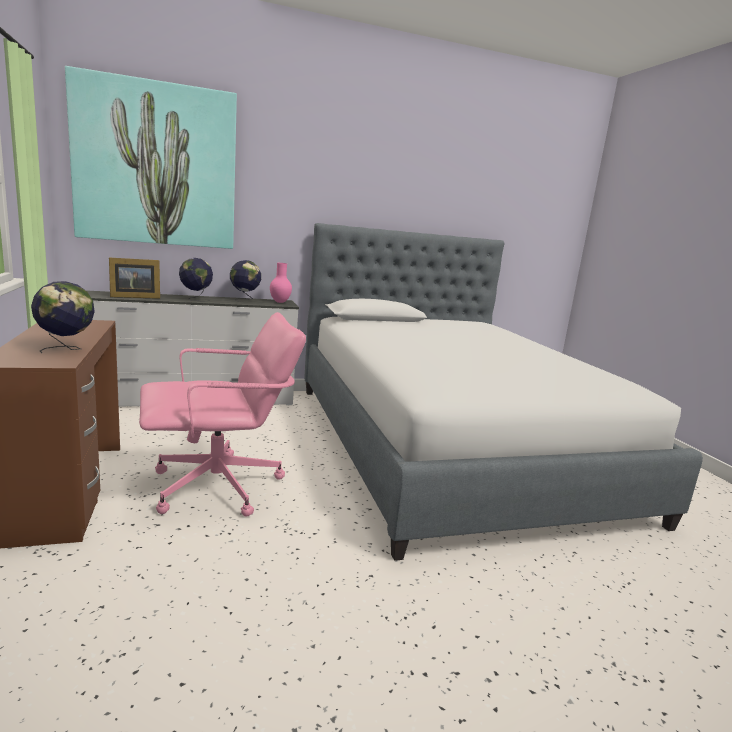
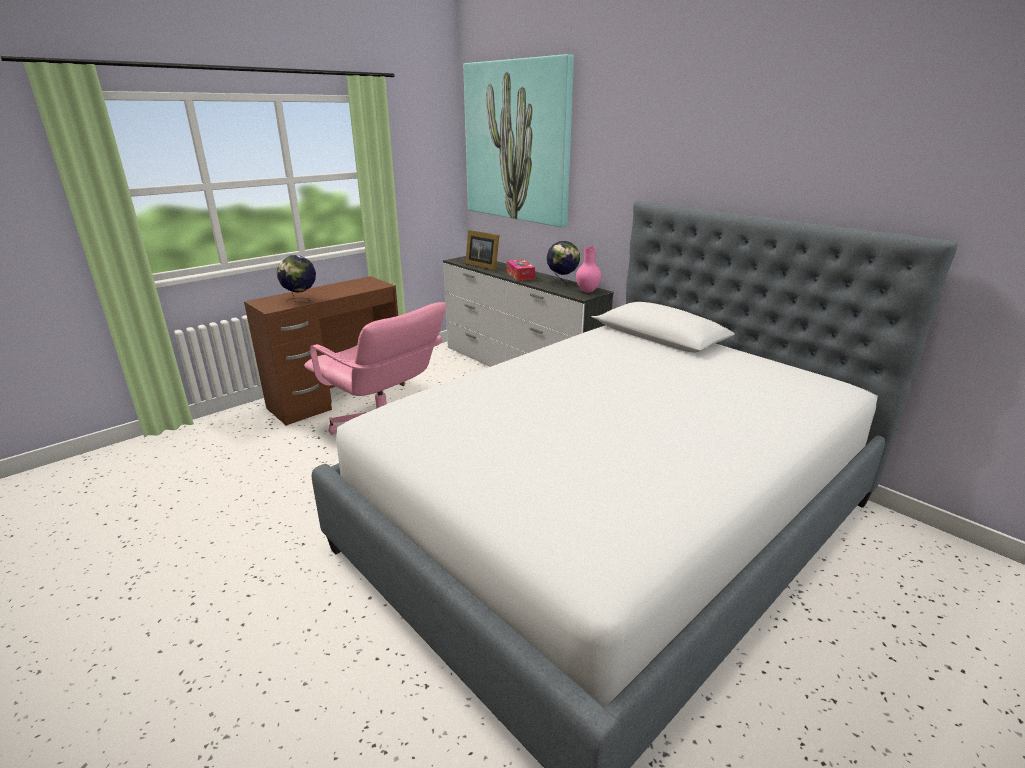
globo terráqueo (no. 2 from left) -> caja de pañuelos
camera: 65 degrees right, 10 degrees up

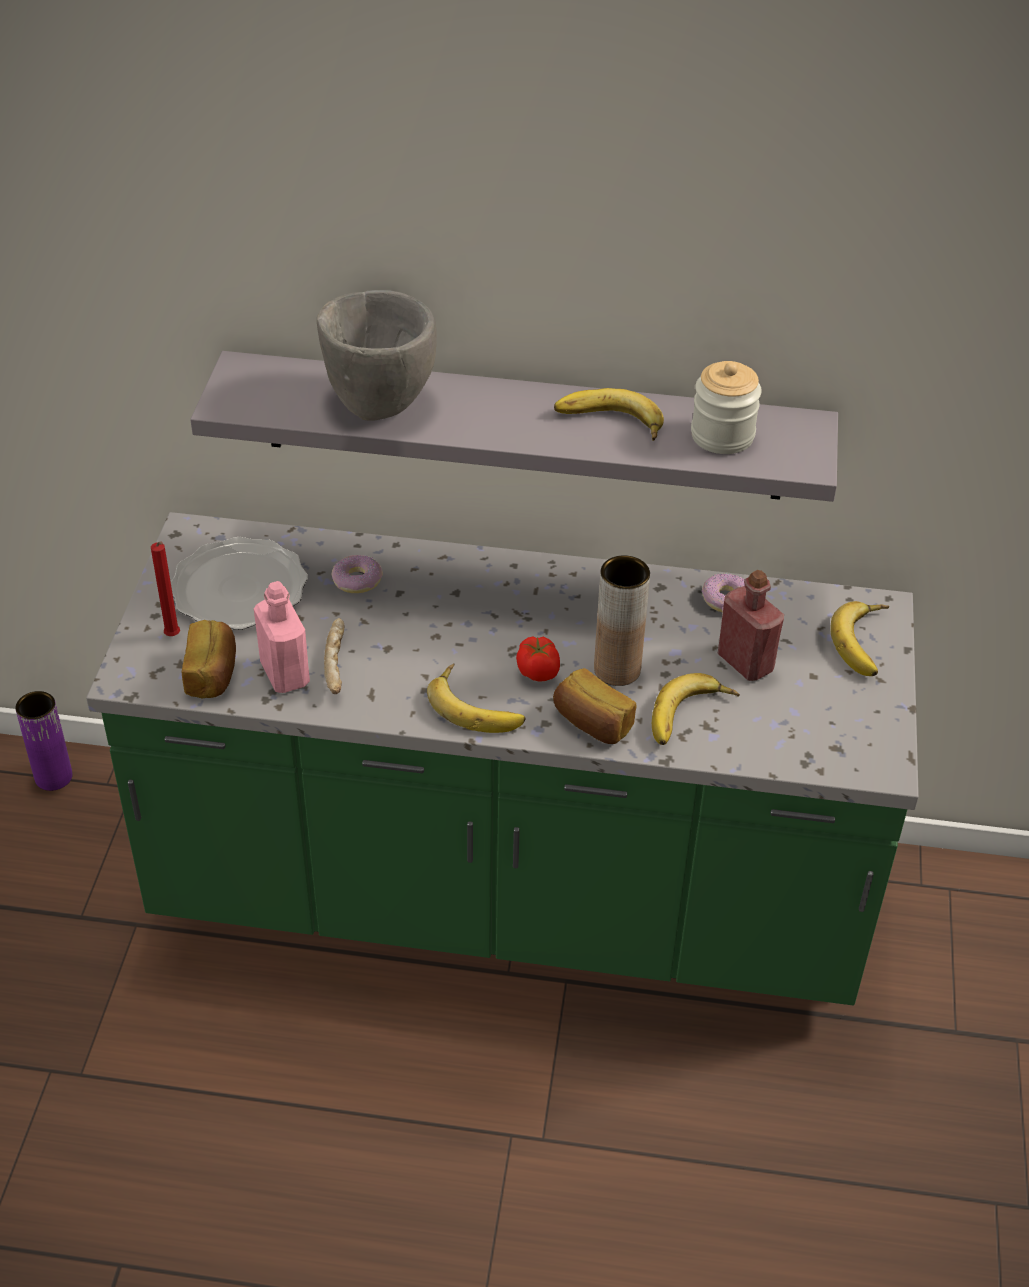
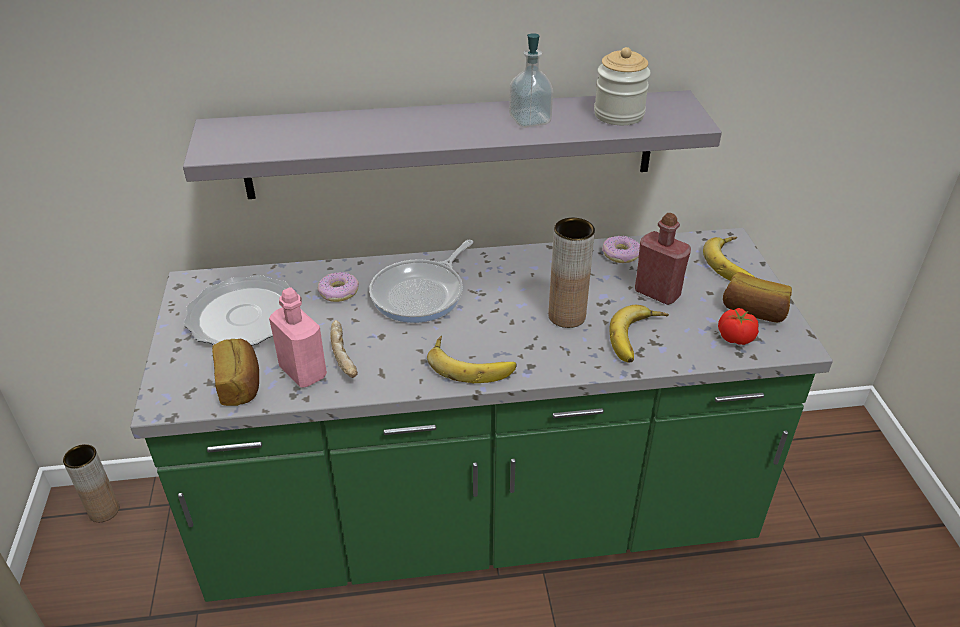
cuenco [gris] -> none
plátano (no. 2 from left) -> dispensador de jabón
vela [rojo] -> none
tomate, shifted
pan (no. 3 from left), shifted
florero [morado] -> florero [marrón] (no. 1 from left)
none -> sartén
camera: 15 degrees left, 5 degrees down

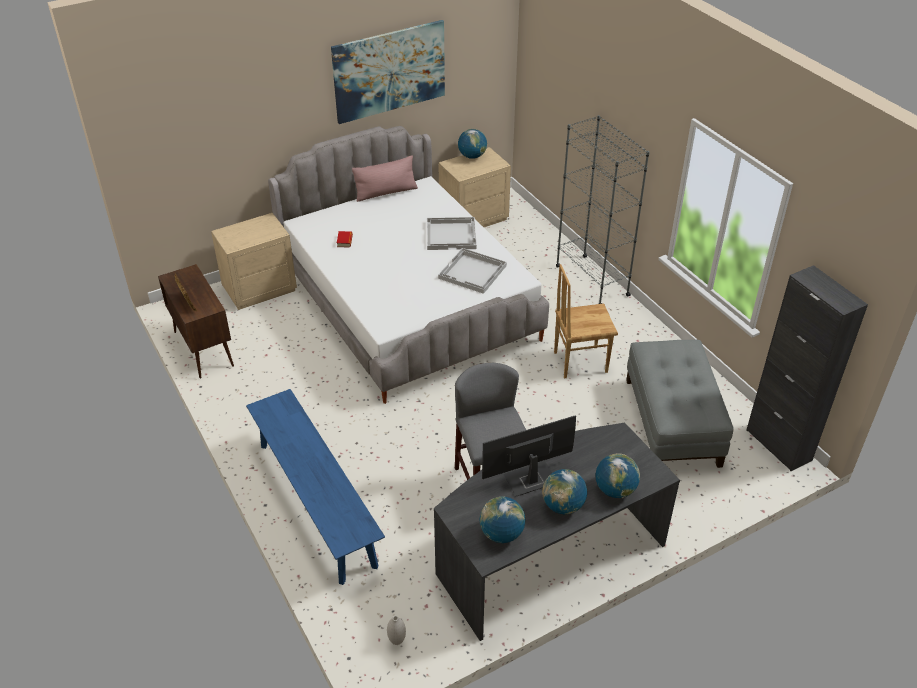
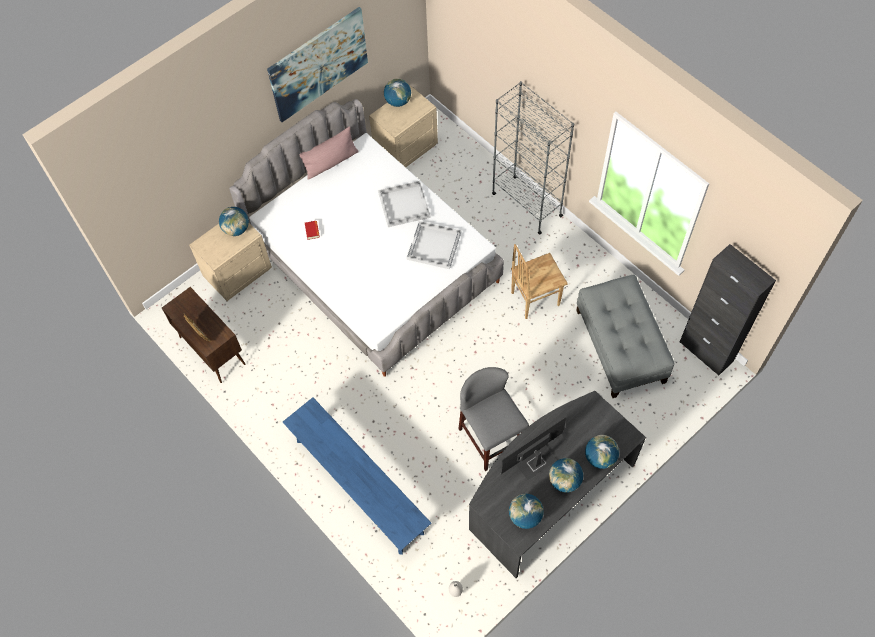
none -> globo terráqueo (no. 1 from left)
camera: 10 degrees left, 20 degrees up

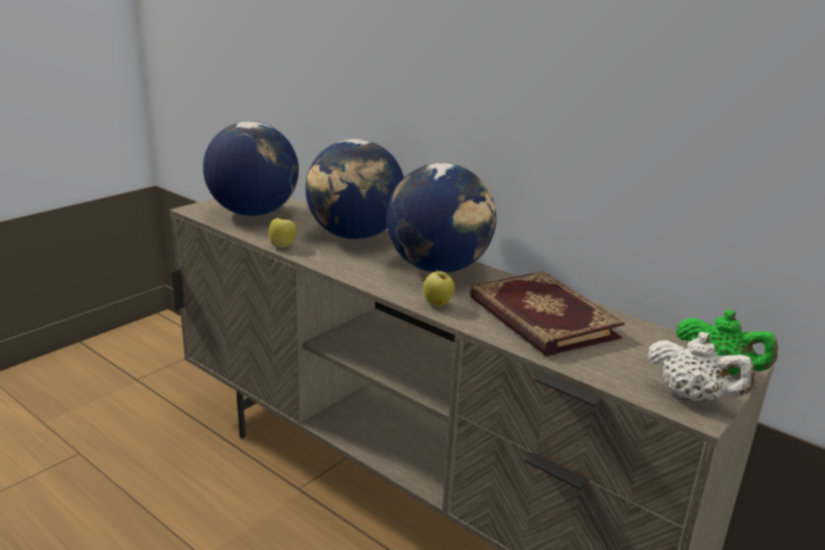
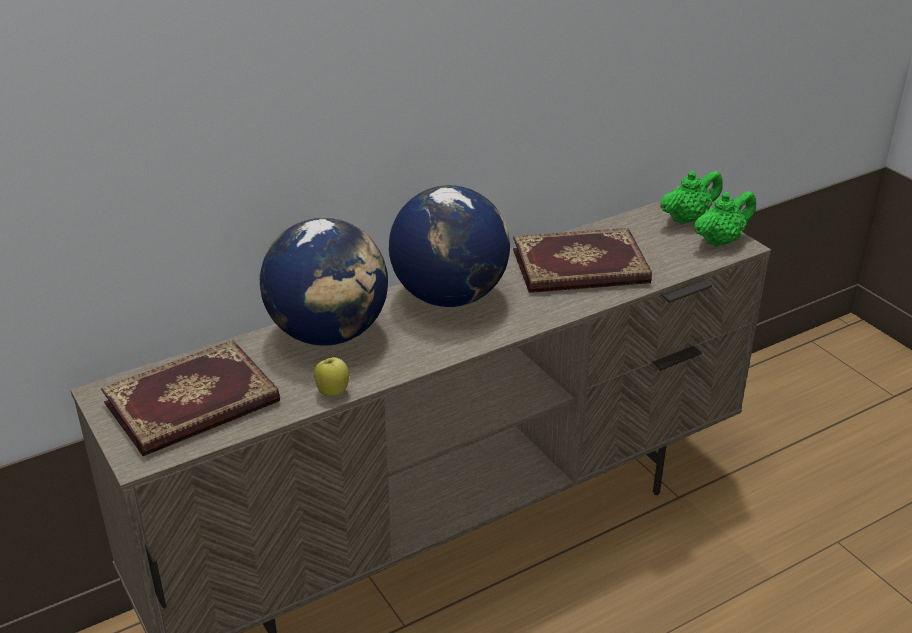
globo terráqueo (no. 1 from left) -> libro (no. 1 from left)
manzana (no. 2 from left) -> none
tetera [blanco] -> tetera [verde] (no. 2 from left)
camera: 70 degrees left, 10 degrees up

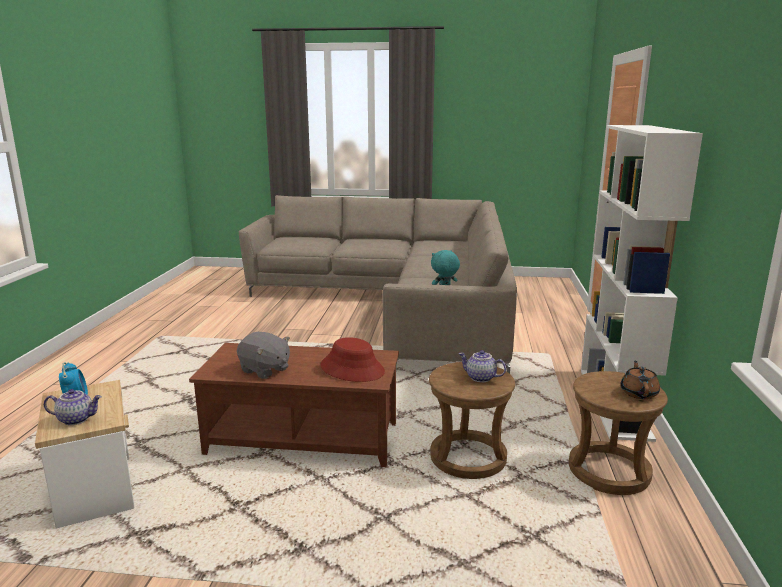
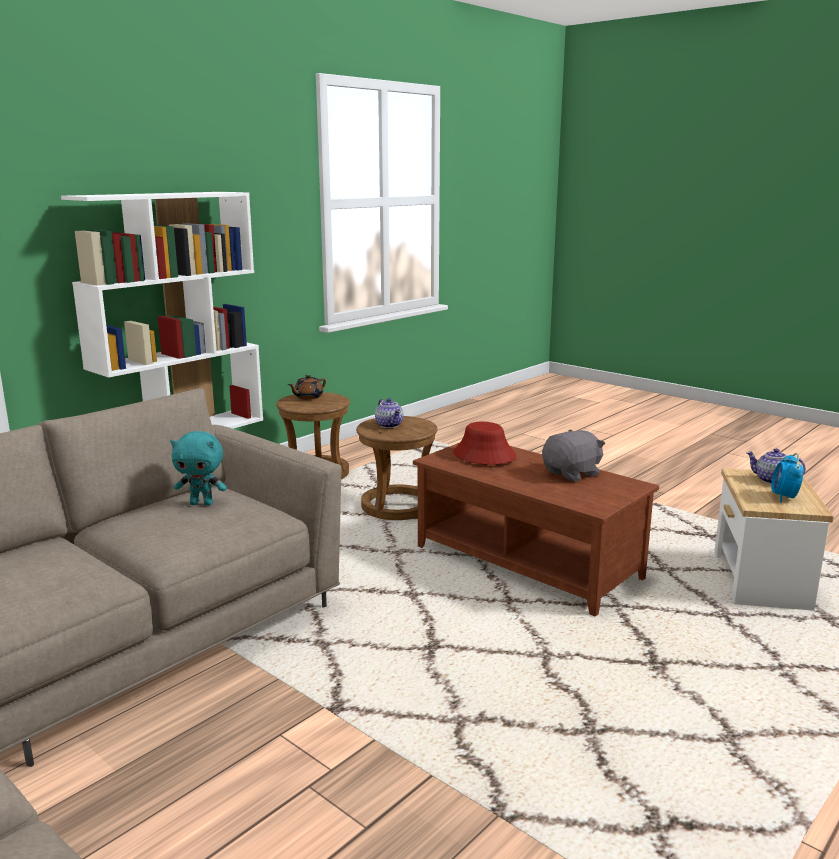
peluche [gris], 75 degrees clockwise
camera: 145 degrees left, 0 degrees up

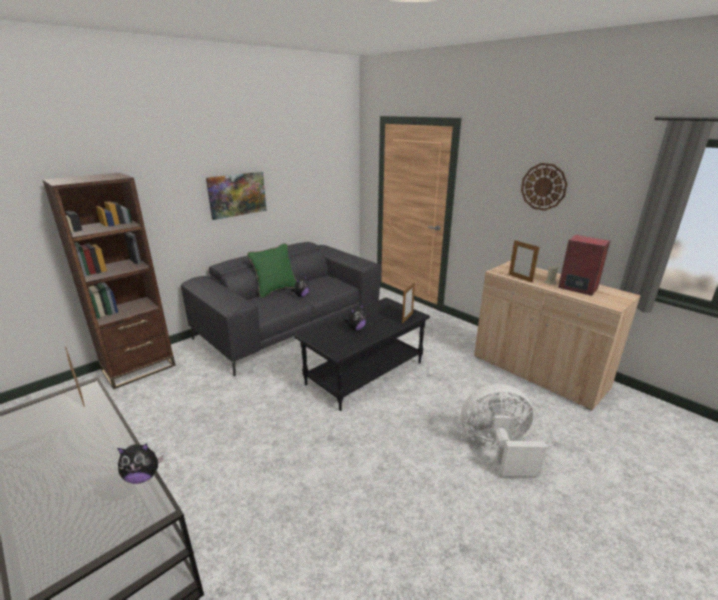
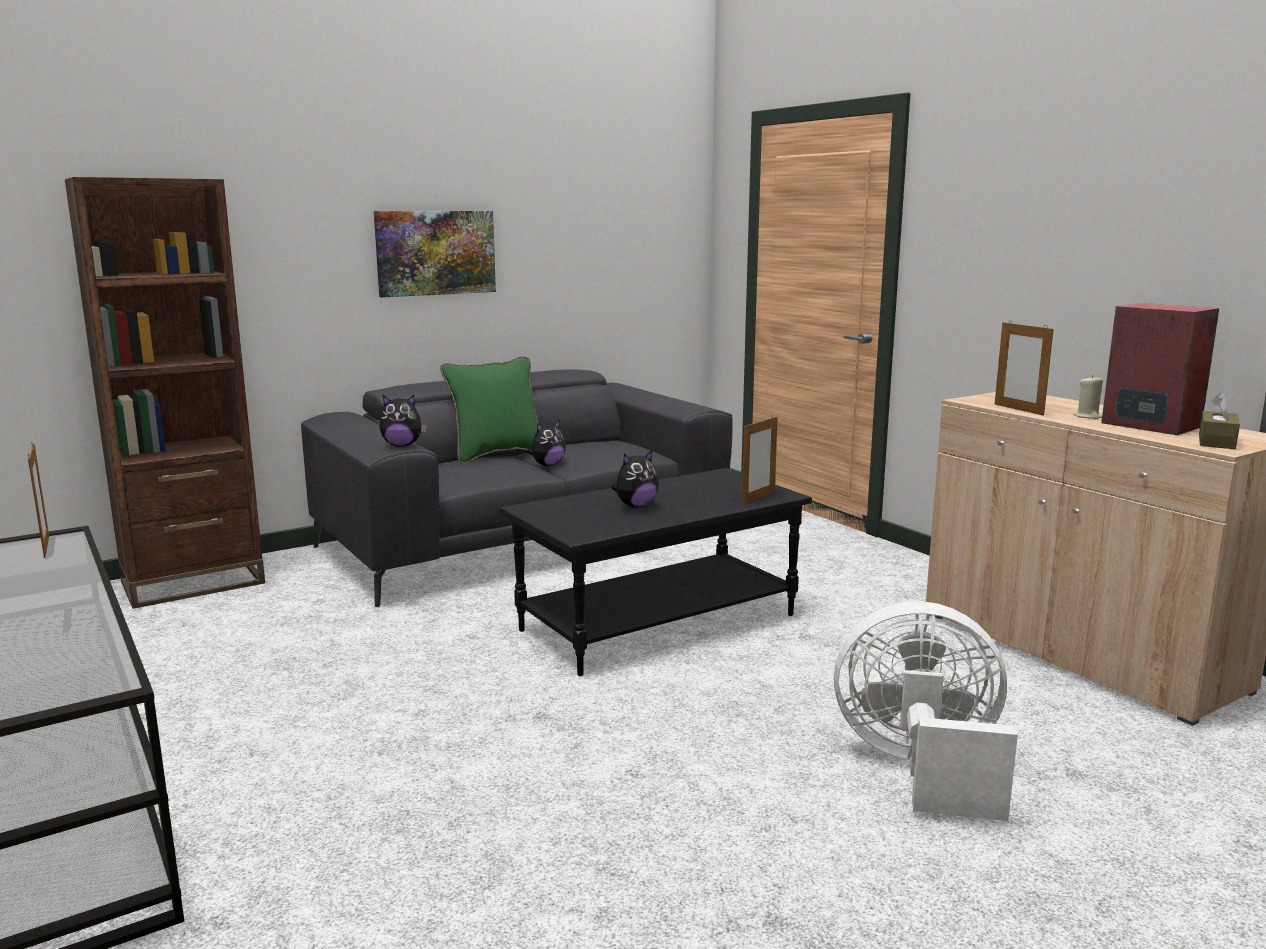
reloj de pared -> none
peluche (no. 1 from left), shifted
none -> caja de pañuelos [marrón]
camera: 10 degrees right, 10 degrees down

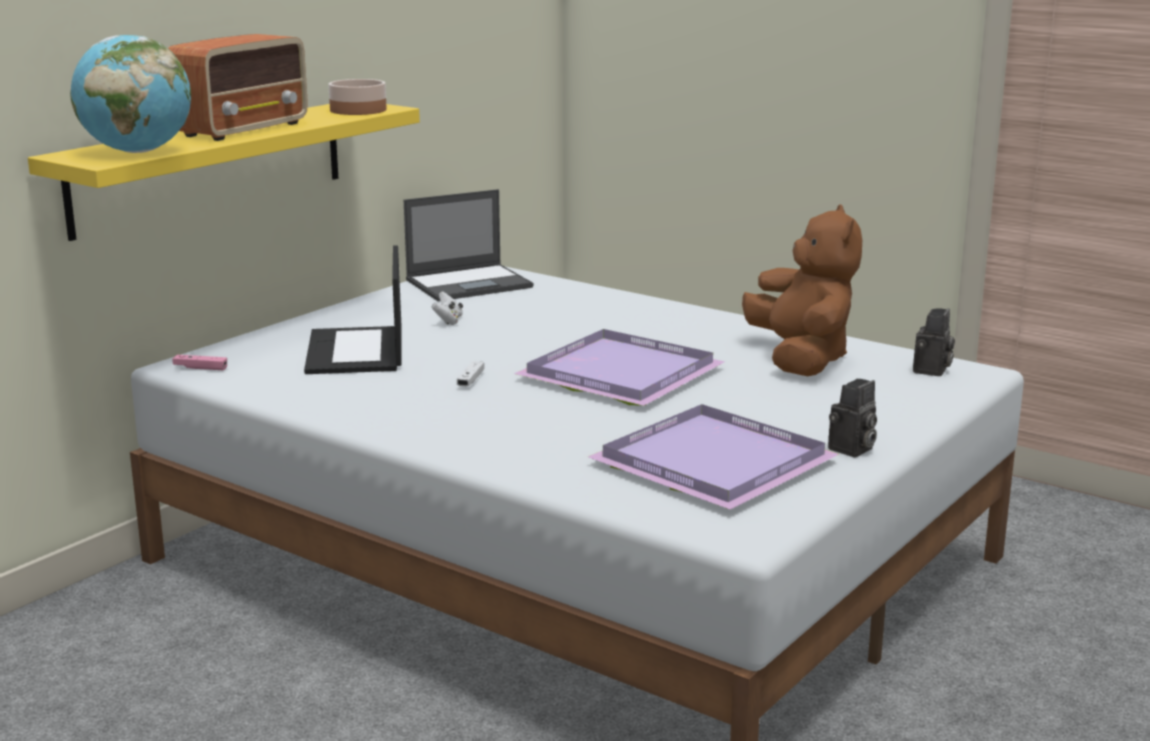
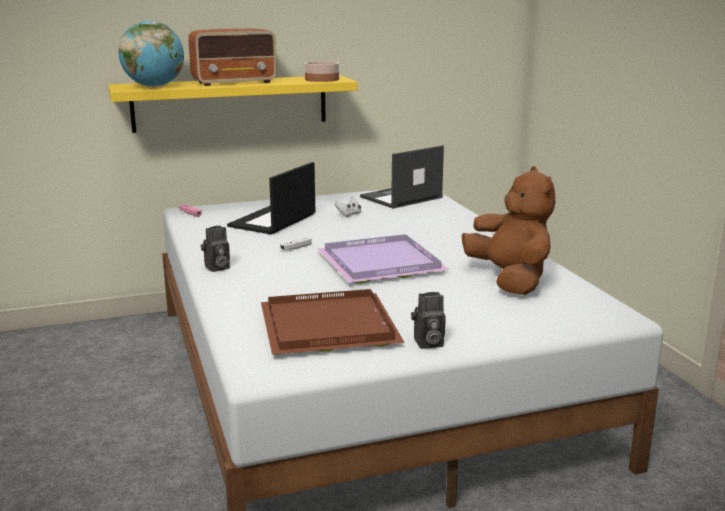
portátil (no. 2 from left), 135 degrees clockwise
peluche [marrón], 45 degrees counterclockwise
cámara (no. 2 from left in the first image) -> cámara (no. 1 from left), shifted
bandeja [morado] (no. 2 from left) -> bandeja [marrón]
camera: 35 degrees right, 0 degrees up

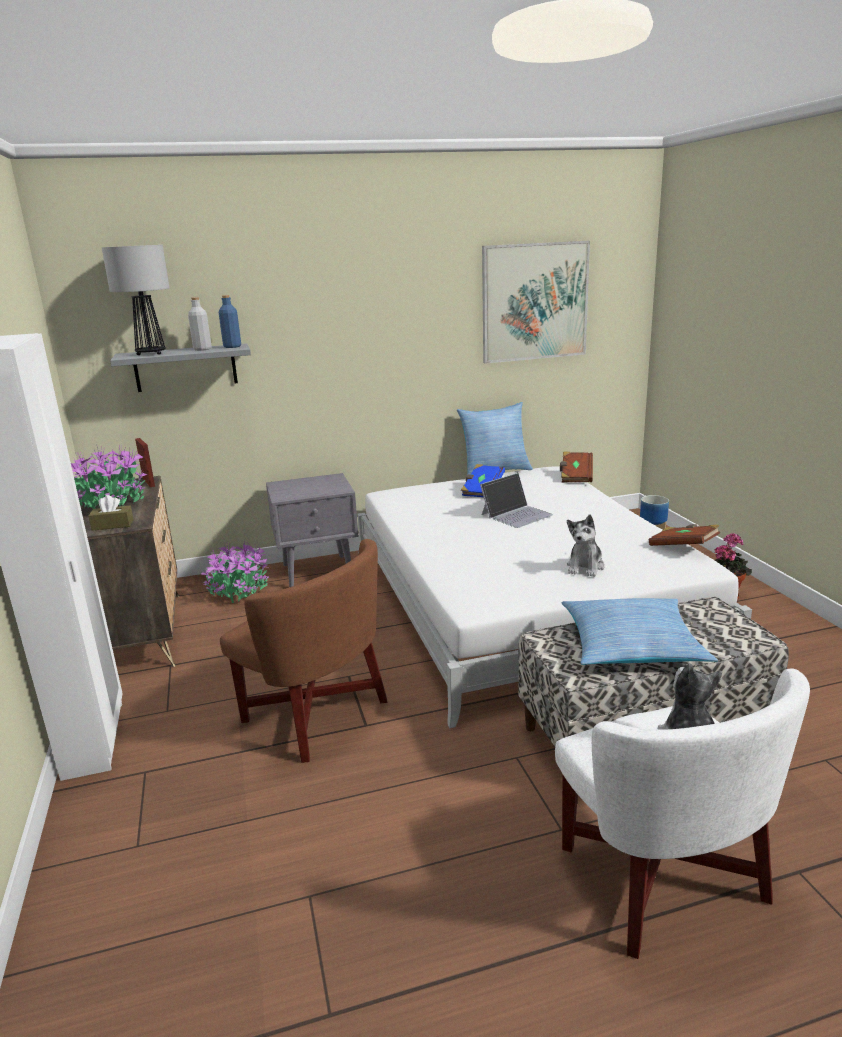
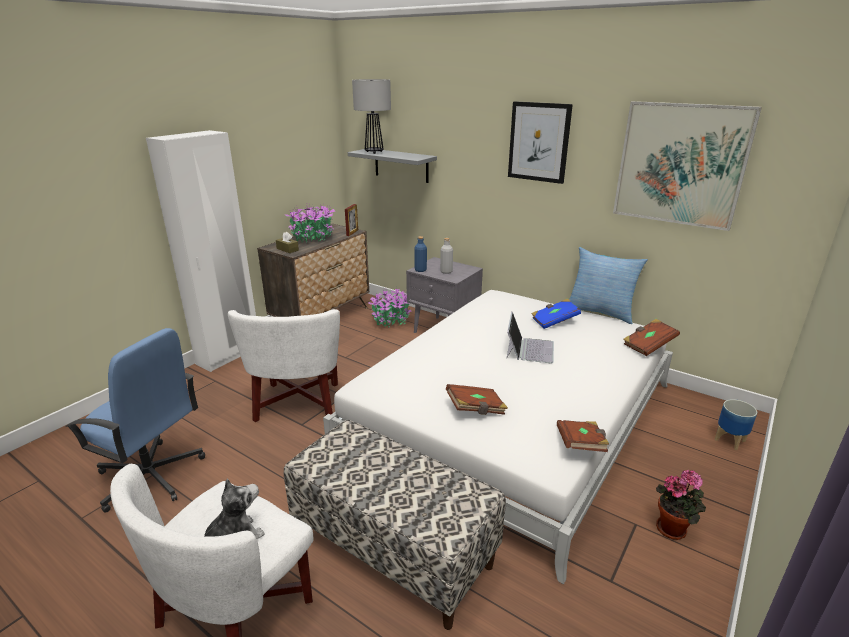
botella [azul], shifted
botella [gris], shifted
portátil, 90 degrees counterclockwise
peluche (no. 1 from left) -> libro [marrón] (no. 1 from left)
sillón [marrón] -> sillón [blanco] (no. 2 from left)
cojín (no. 2 from left) -> none
none -> cuadro (no. 1 from left)
none -> silla de oficina [azul]
camera: 50 degrees right, 5 degrees up

